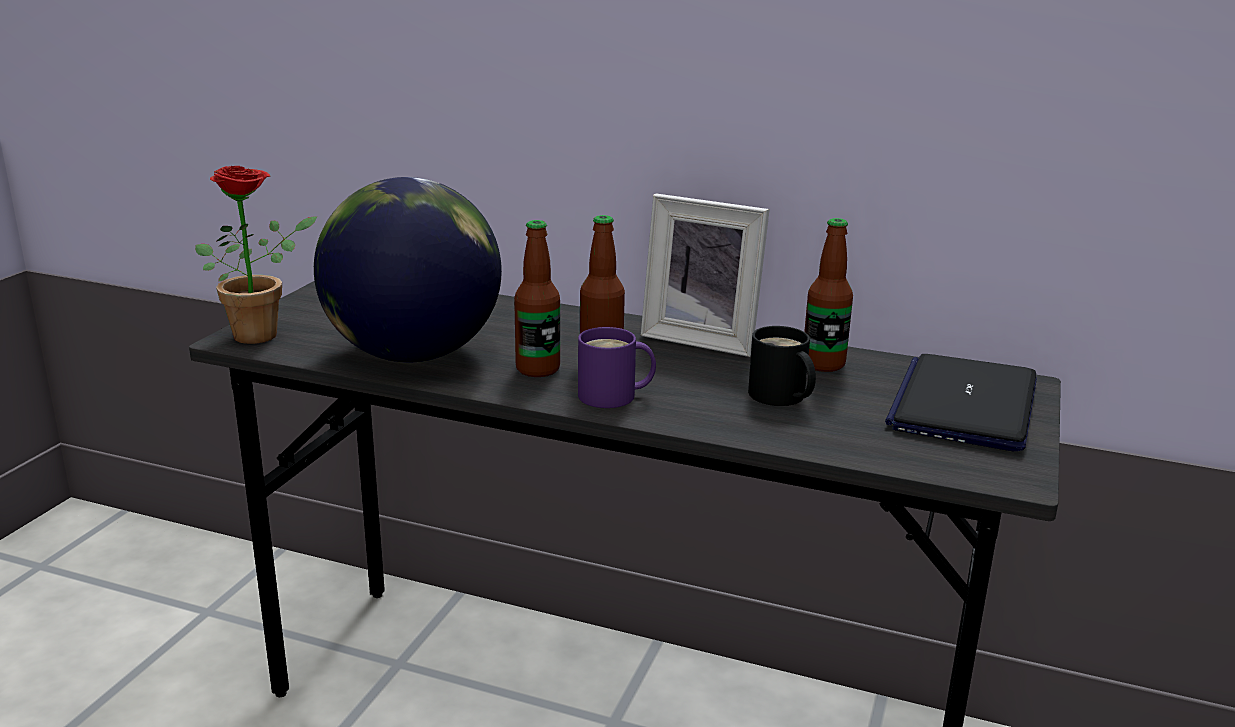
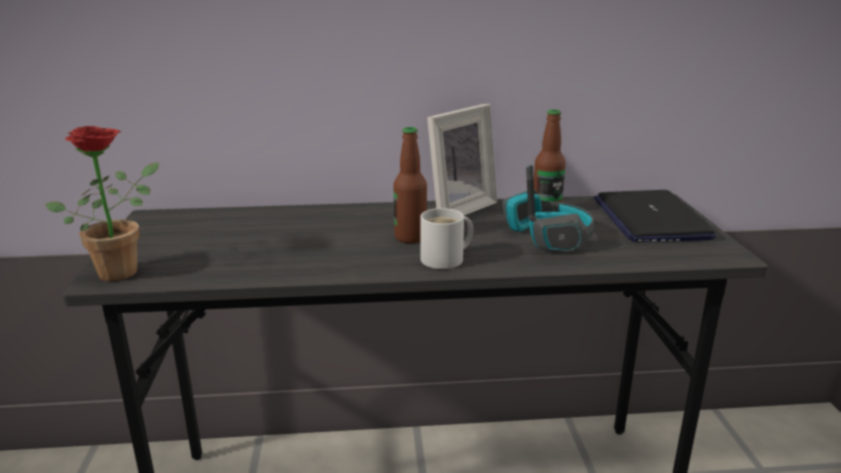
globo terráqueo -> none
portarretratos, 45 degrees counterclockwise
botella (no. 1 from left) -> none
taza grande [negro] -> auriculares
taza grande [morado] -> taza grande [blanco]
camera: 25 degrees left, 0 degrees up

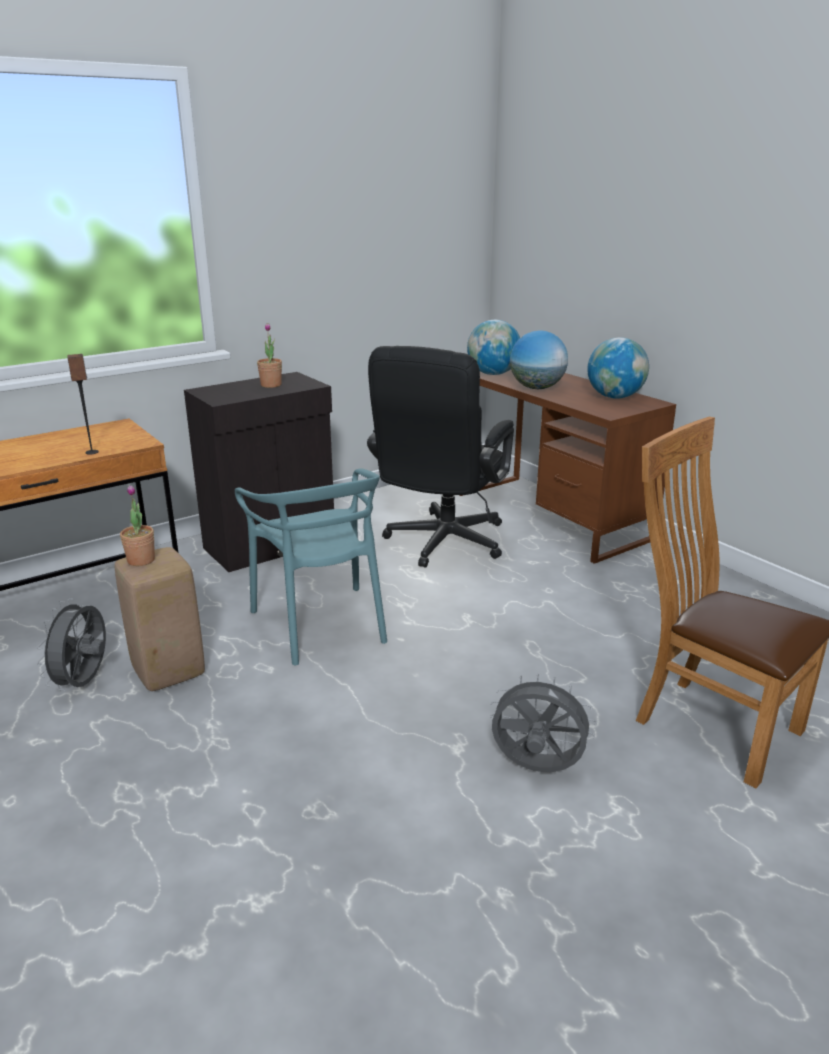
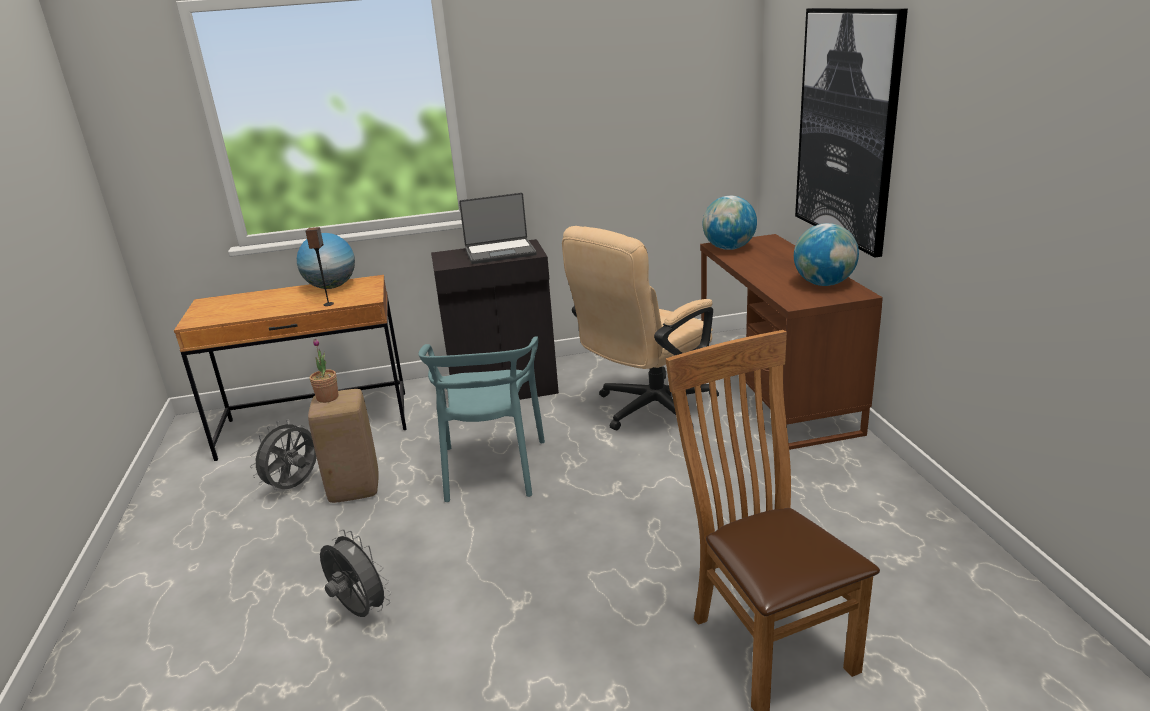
planta en maceta (no. 2 from left) -> portátil
globo terráqueo (no. 2 from left in the first image) -> globo terráqueo (no. 1 from left), shifted
silla de oficina [negro] -> silla de oficina [beis]
ventilador [gris] (no. 2 from left), shifted
none -> cuadro
camera: 25 degrees right, 0 degrees up

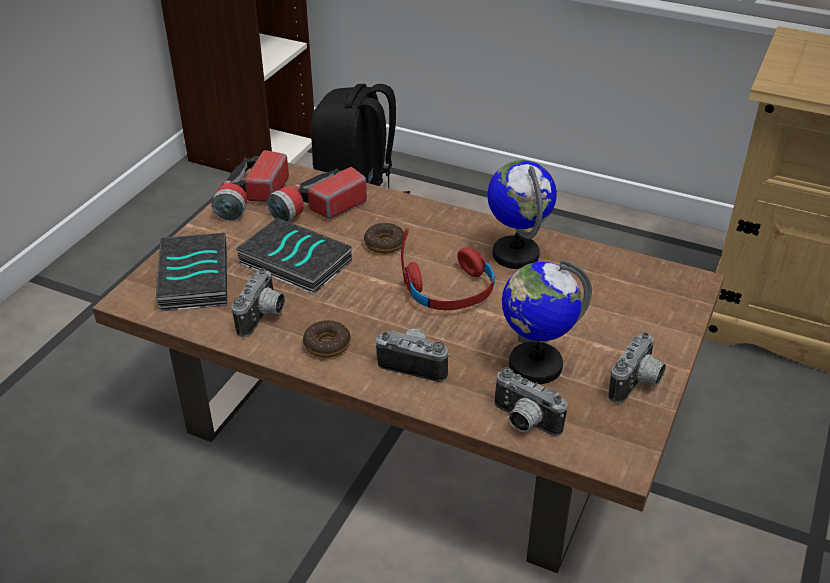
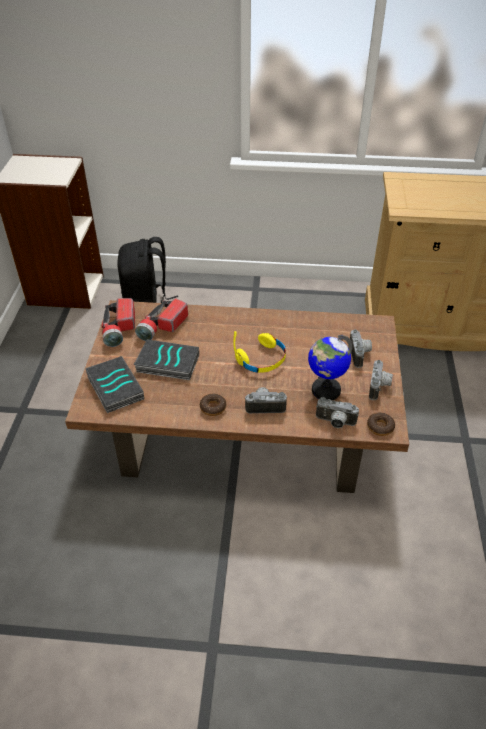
globo terráqueo (no. 1 from left) -> none
rosquilla (no. 2 from left), shifted
auriculares [rojo] -> auriculares [amarillo]
cámara (no. 1 from left in the first image) -> cámara (no. 3 from left), shifted
camera: 20 degrees left, 5 degrees up

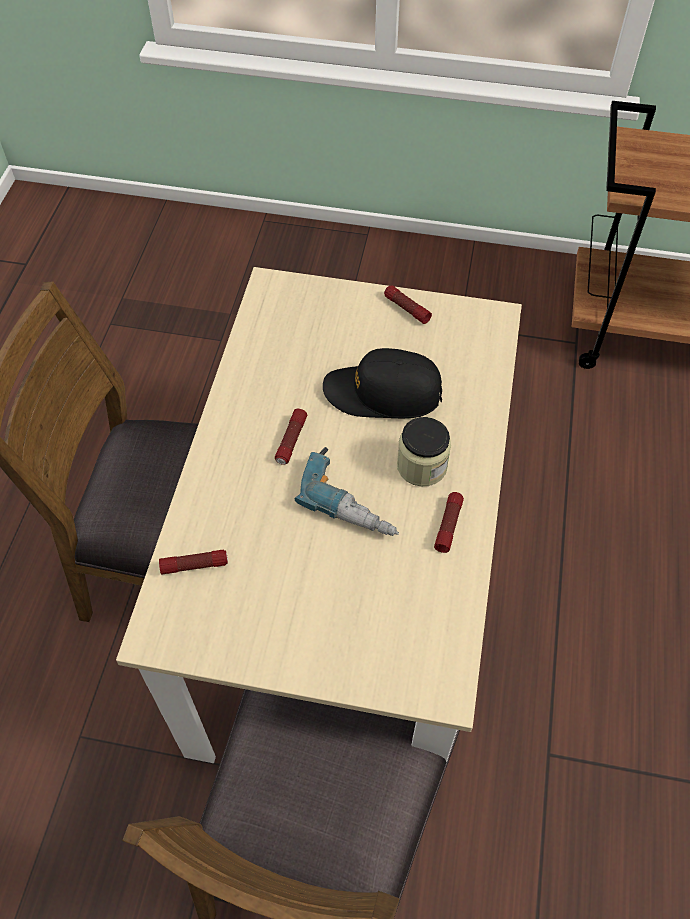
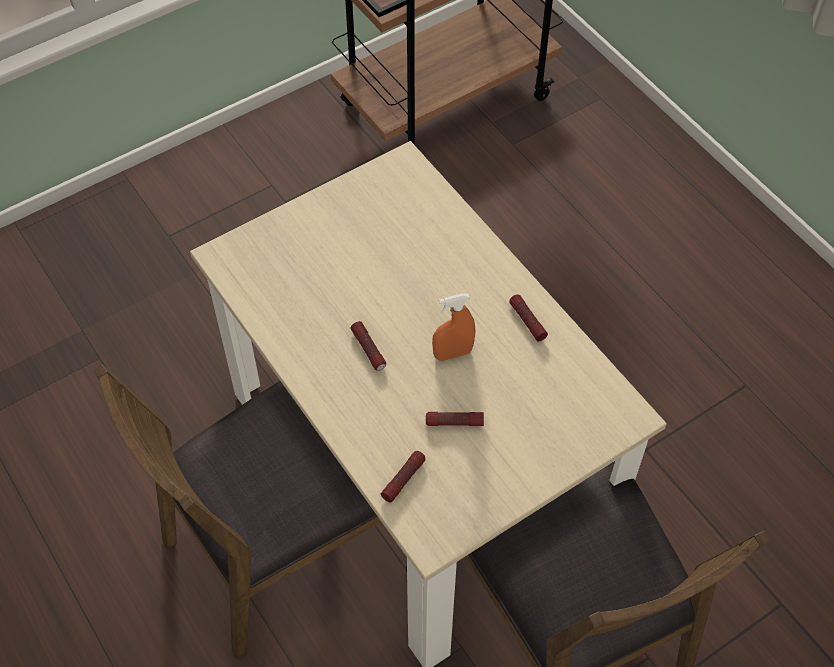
linterna (no. 3 from left), shifted
gorra [negro] -> none
tarro -> none
taladro -> pulverizador [naranja]
camera: 45 degrees left, 0 degrees up

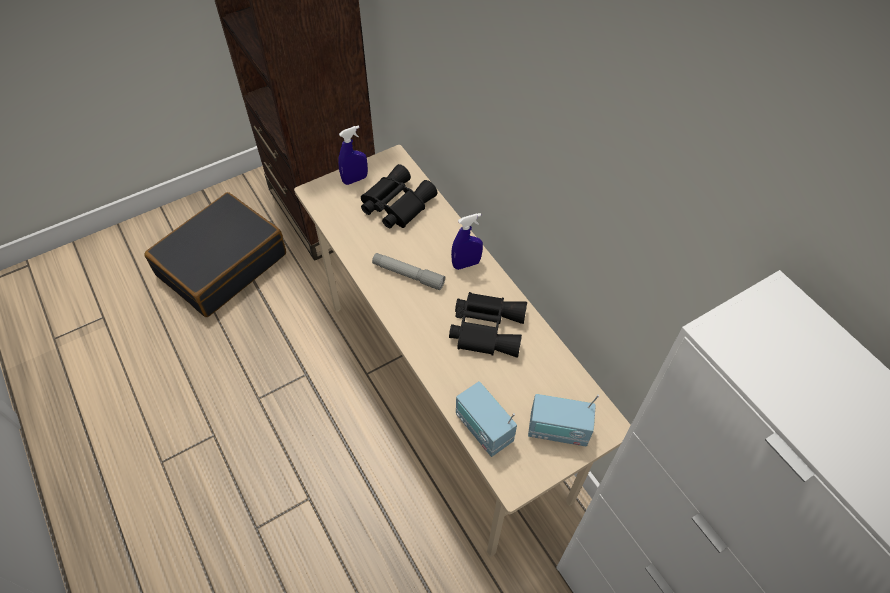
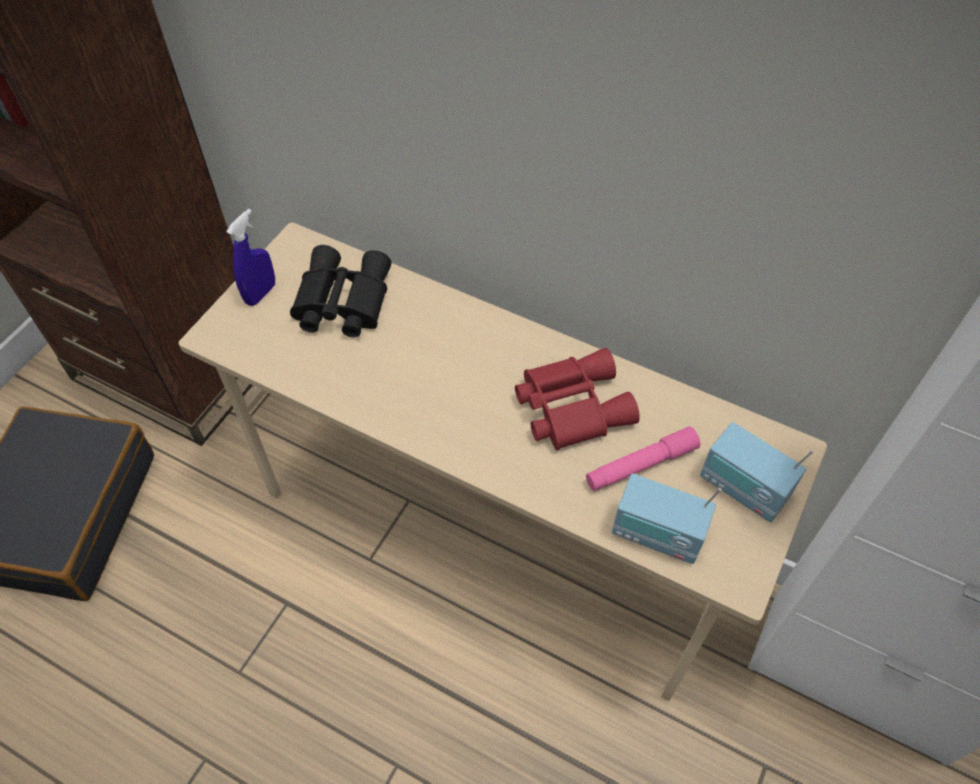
pulverizador [azul] (no. 2 from left) -> none
linterna [gris] -> none
prismáticos [negro] (no. 2 from left) -> prismáticos [rojo]
radio (no. 2 from left), 60 degrees clockwise
none -> linterna [rosa]
camera: 30 degrees left, 0 degrees up

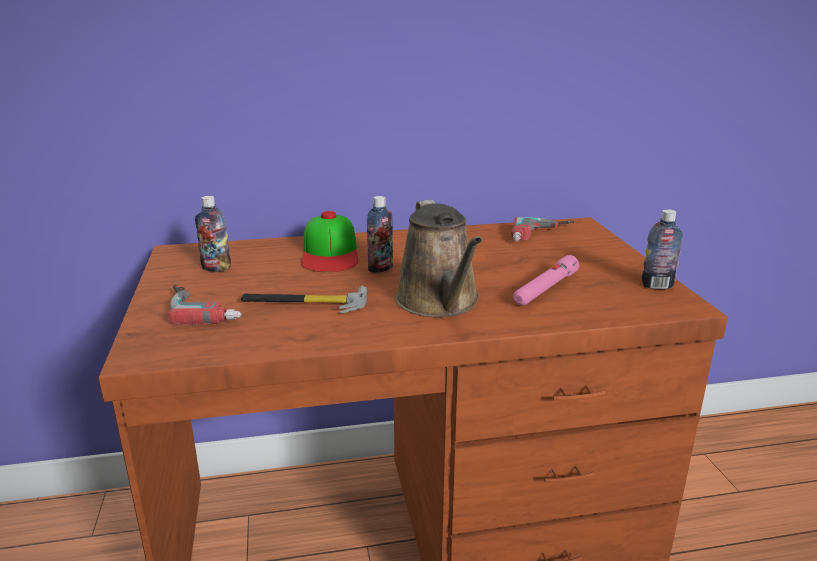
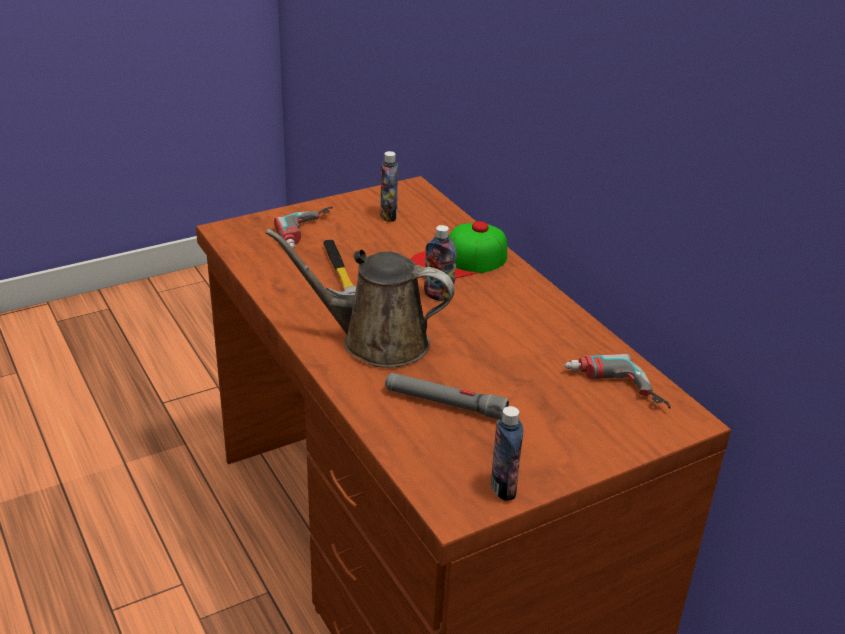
regadera [marrón], 45 degrees clockwise
linterna [rosa] -> linterna [gris]
camera: 70 degrees right, 10 degrees up

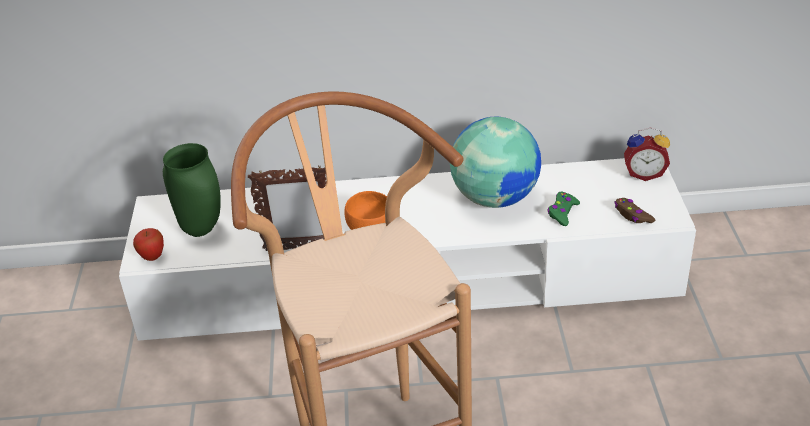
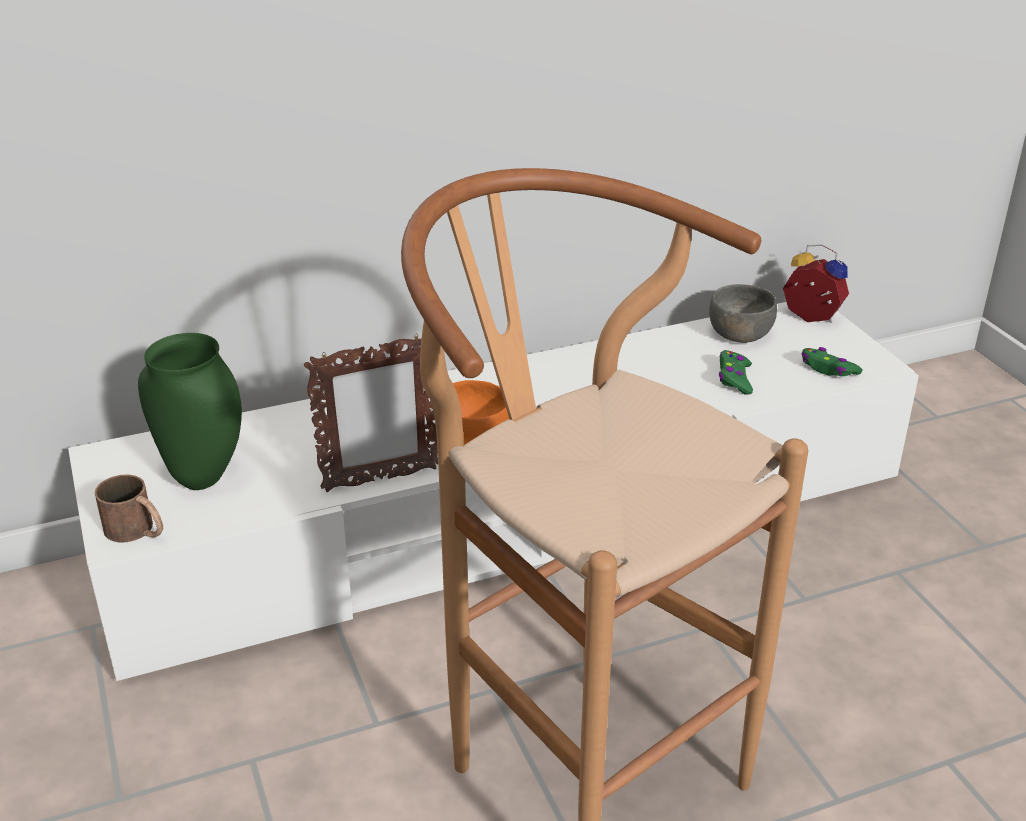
globo terráqueo -> none
despertador, 135 degrees counterclockwise
mando de consola [marrón] -> mando de consola [verde] (no. 2 from left)
manzana -> taza grande [marrón]
none -> cuenco [gris]
camera: 20 degrees left, 5 degrees down

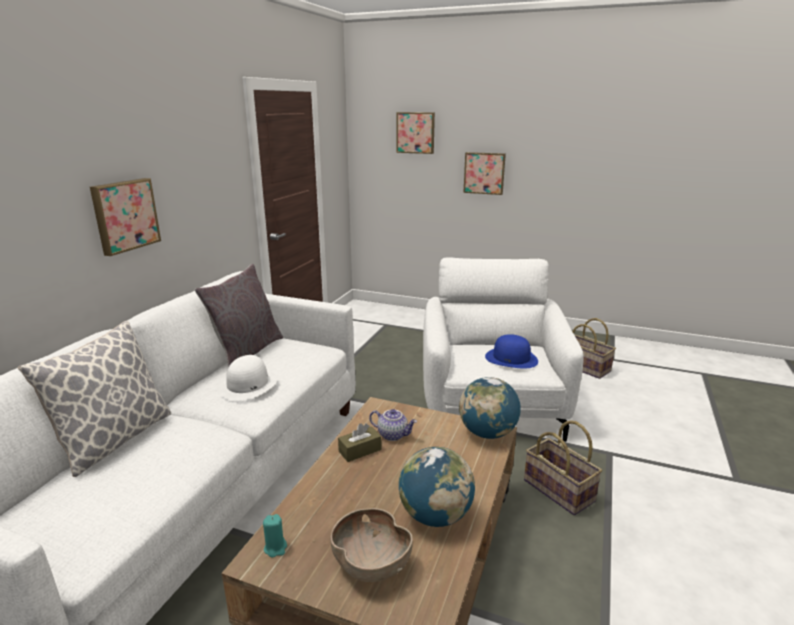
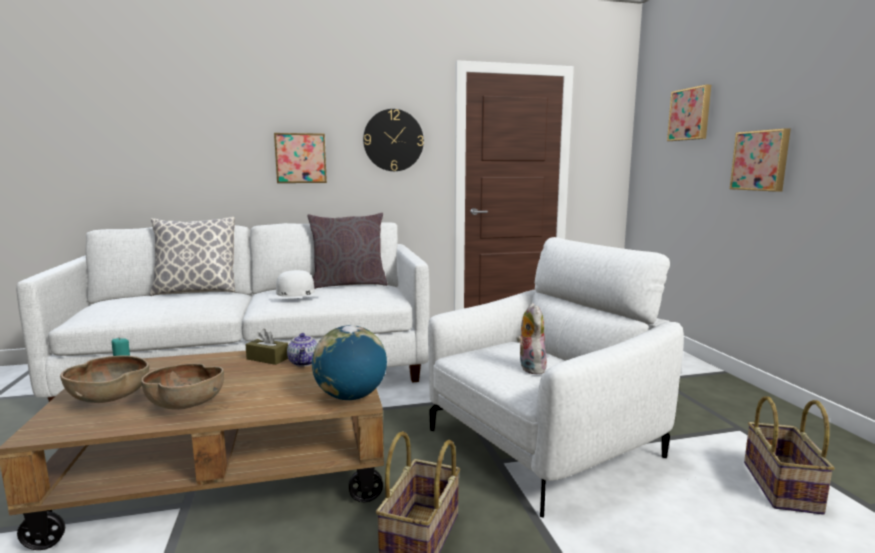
sombrero [azul] -> peluche
globo terráqueo (no. 1 from left) -> cuenco [marrón] (no. 2 from left)
none -> reloj de pared
camera: 55 degrees right, 10 degrees down

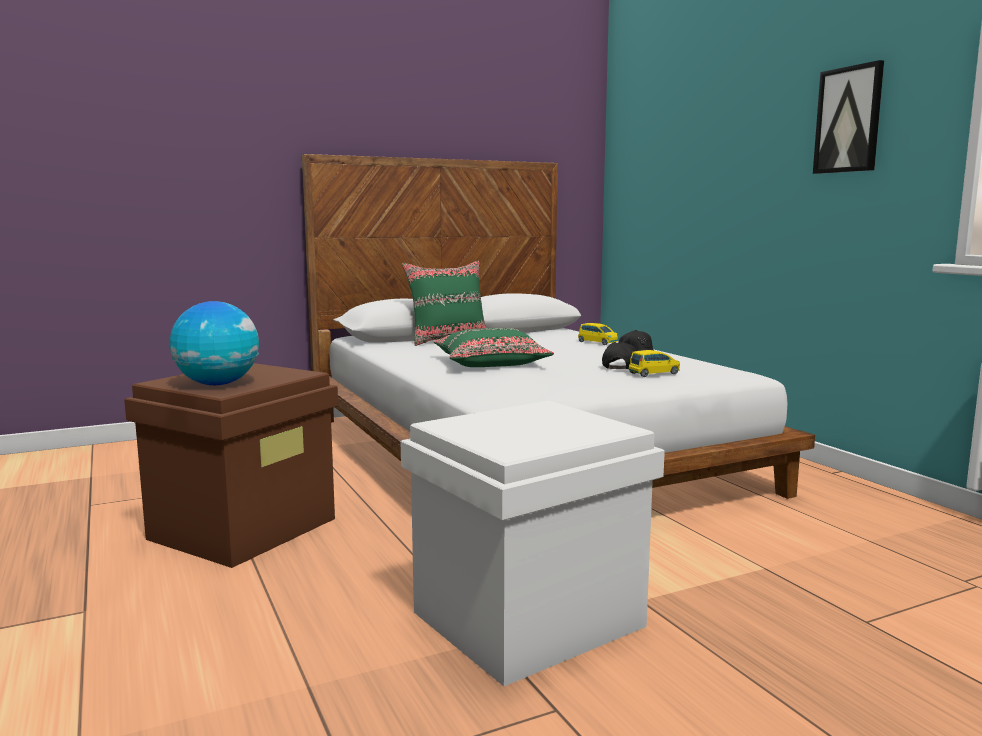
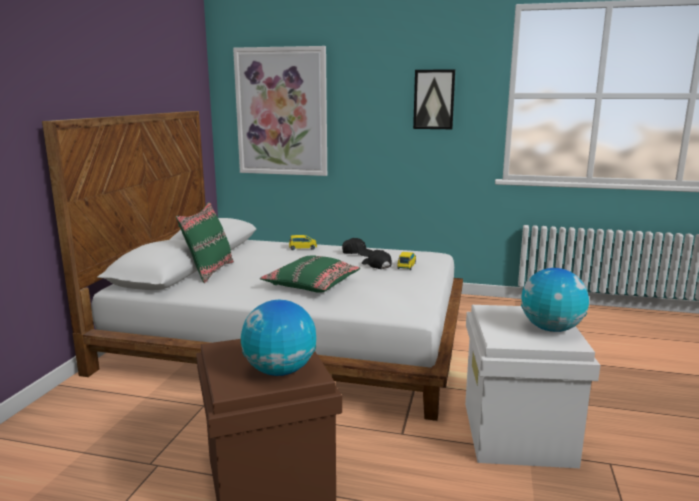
none -> cuadro (no. 1 from left)
none -> globo terráqueo (no. 2 from left)
camera: 50 degrees left, 5 degrees up

